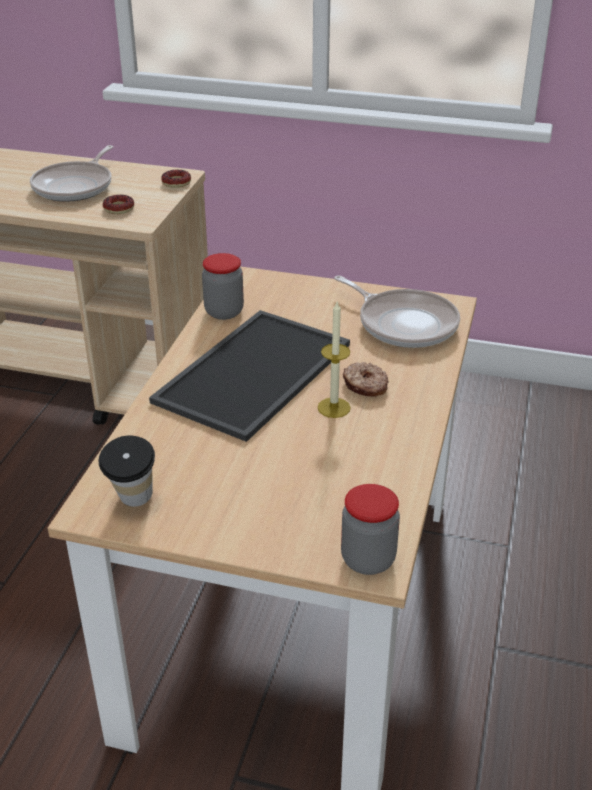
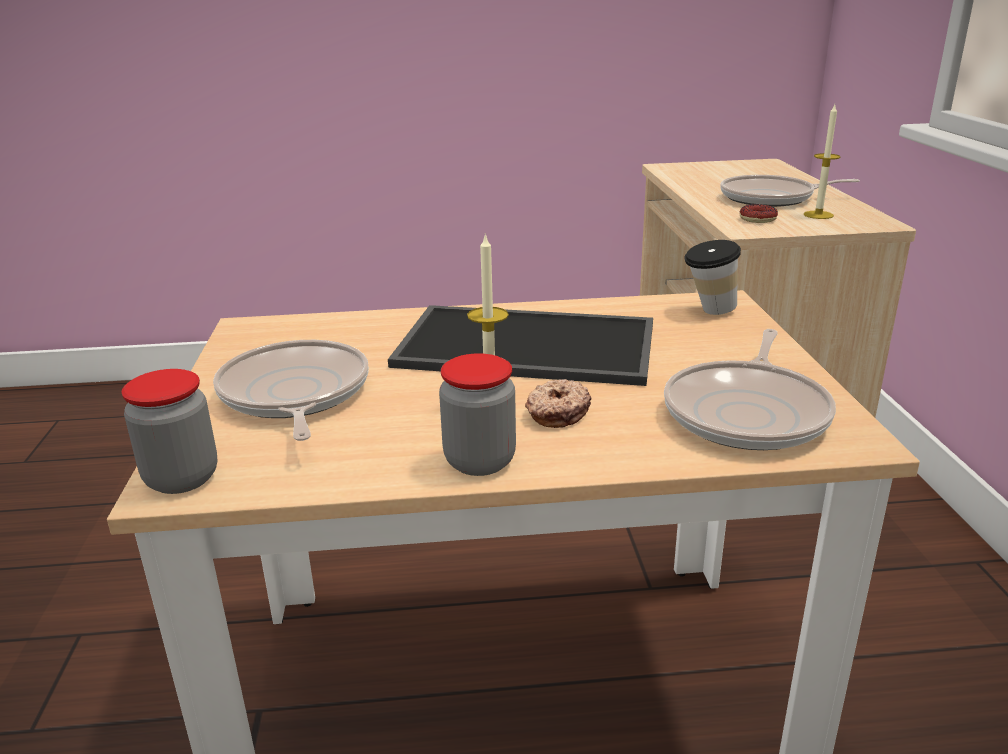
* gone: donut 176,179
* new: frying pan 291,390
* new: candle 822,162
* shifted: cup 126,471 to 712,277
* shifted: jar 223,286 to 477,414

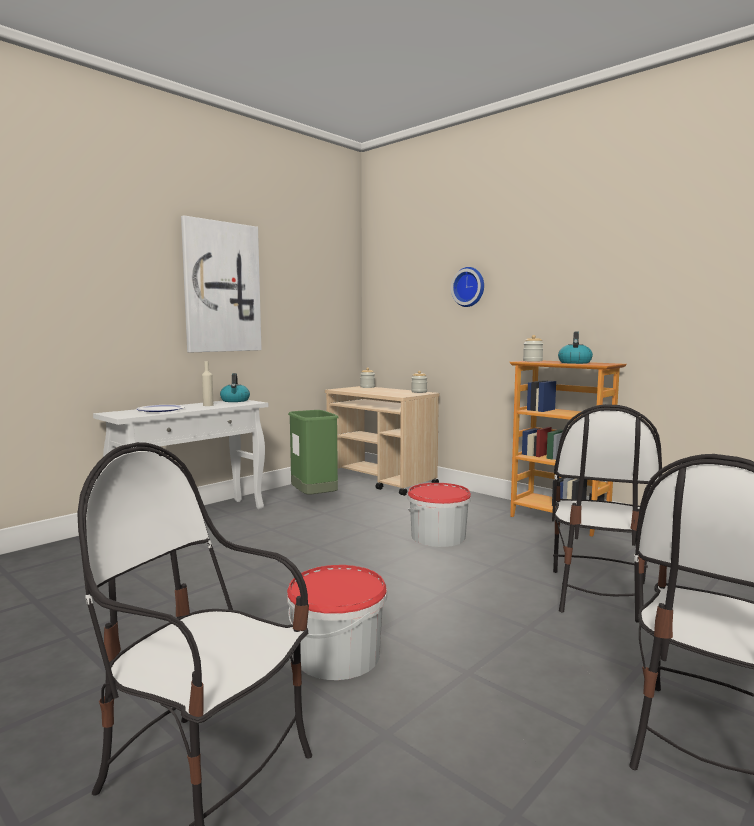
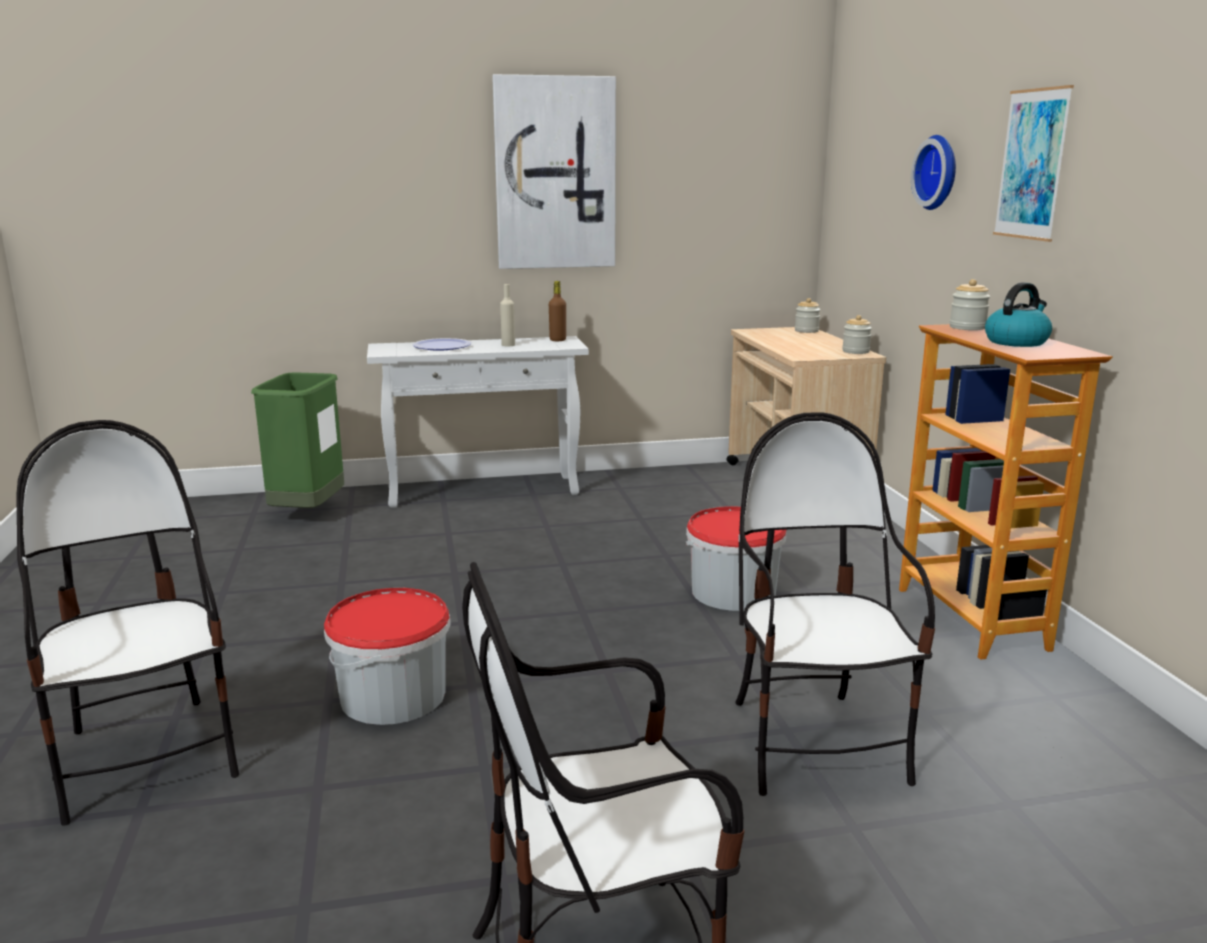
* new: picture 1033,163
* shifted: green trash can 313,452 to 297,440
* swapped: kettle 235,387 to brown bottle 557,311
* rotated: chair 607,508 = 835,604 120 degrees clockwise

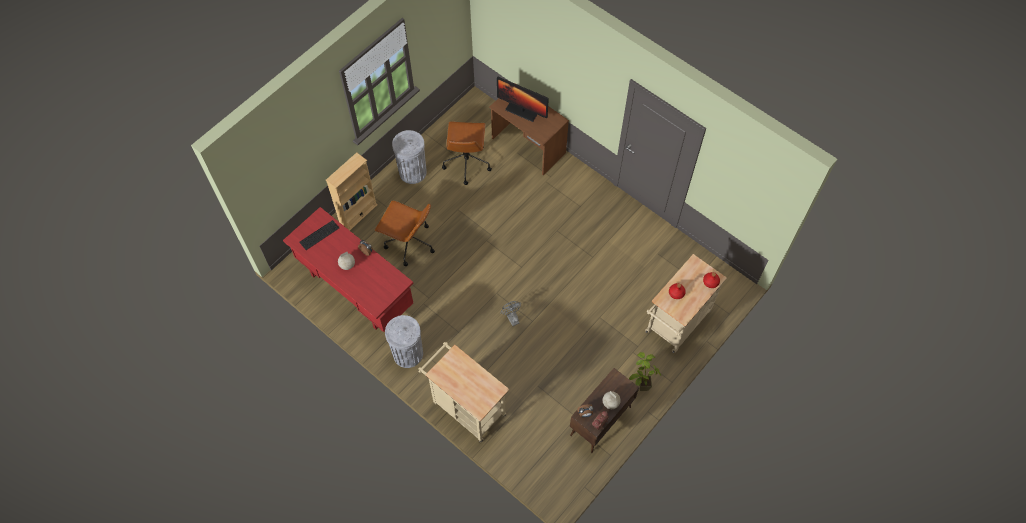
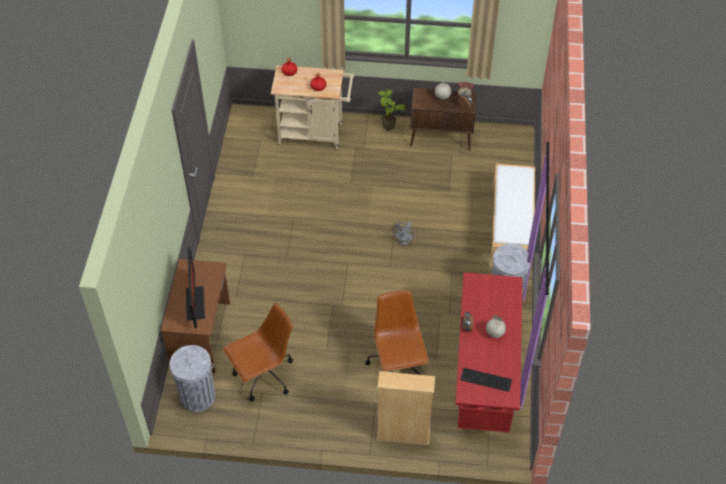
* shifted: grey trash can 409,157 to 192,378
* swapped: beige cart 463,392 to white bench 512,215

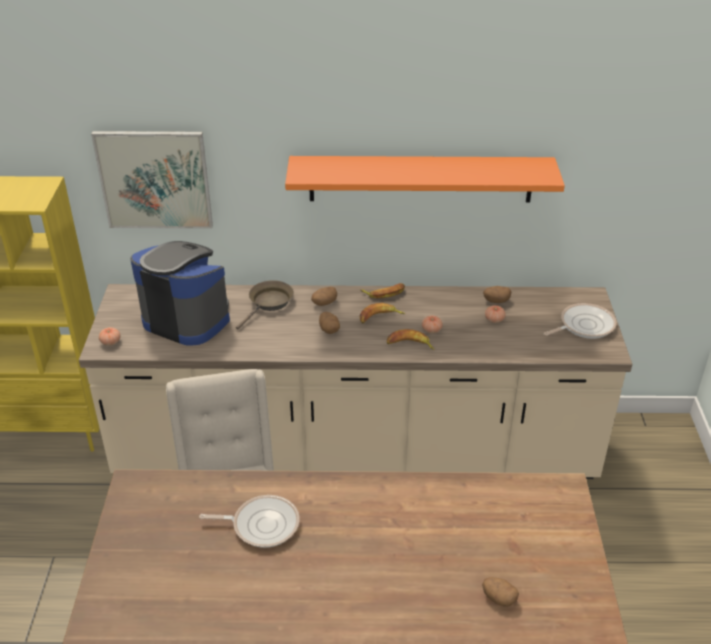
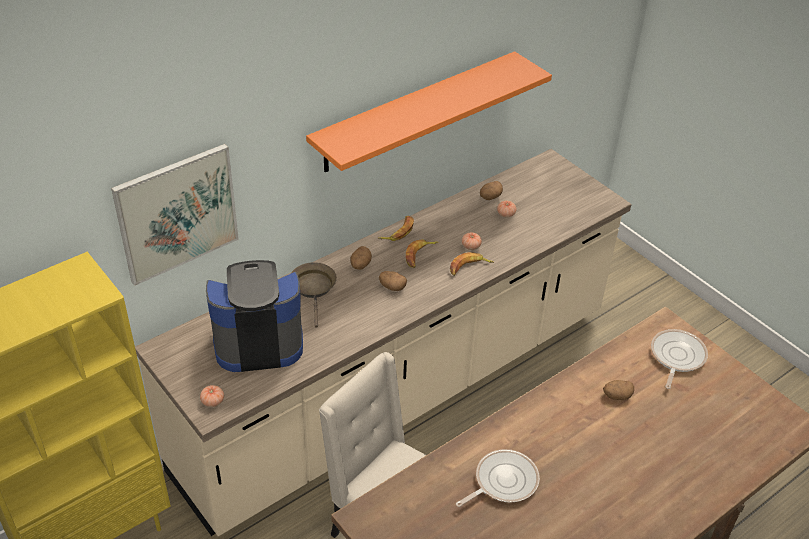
* shifted: potato 500,592 to 618,390
* shifted: frying pan 580,321 to 679,359

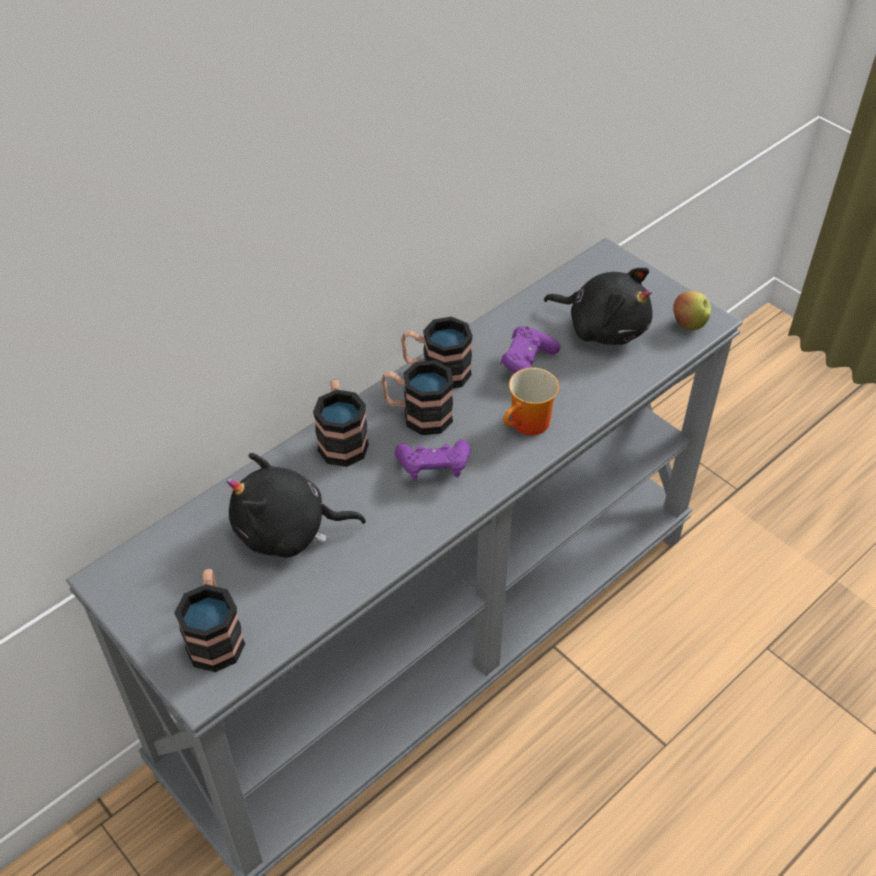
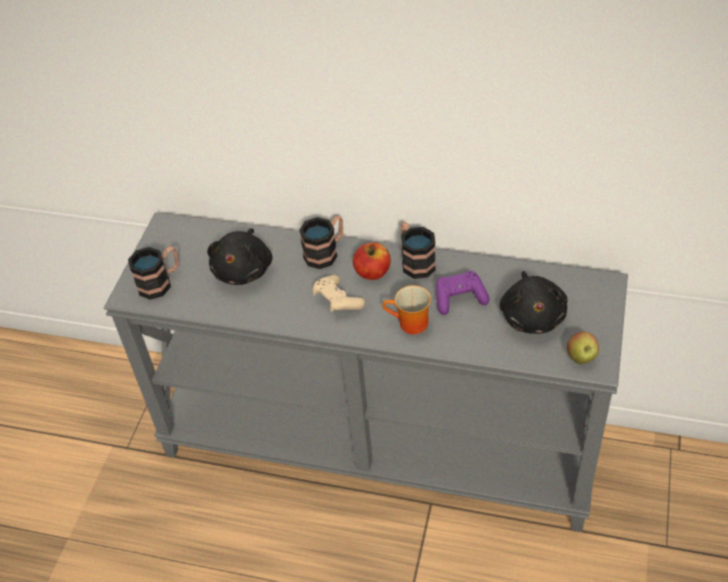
* swapped: mug 417,397 to apple 372,261
* repainted: purple game controller 432,460 to beige game controller 339,293
* rotated: black plush toy 296,505 = 240,256 135 degrees counterclockwise

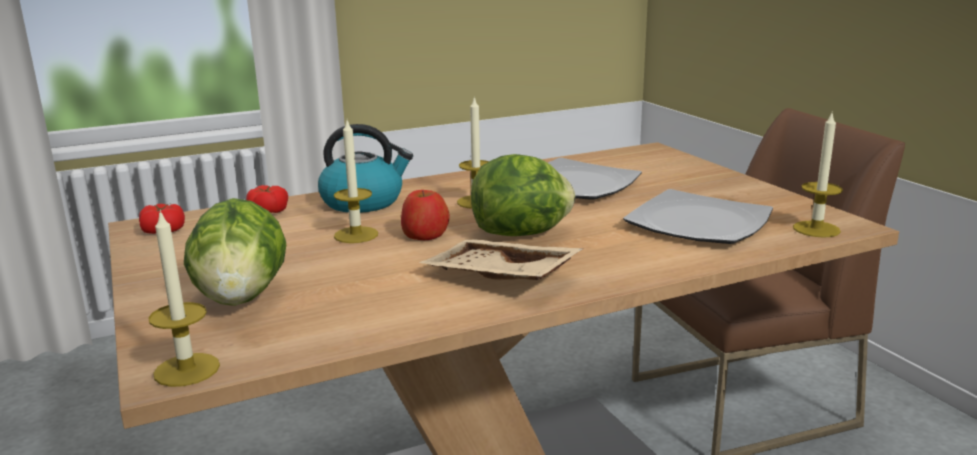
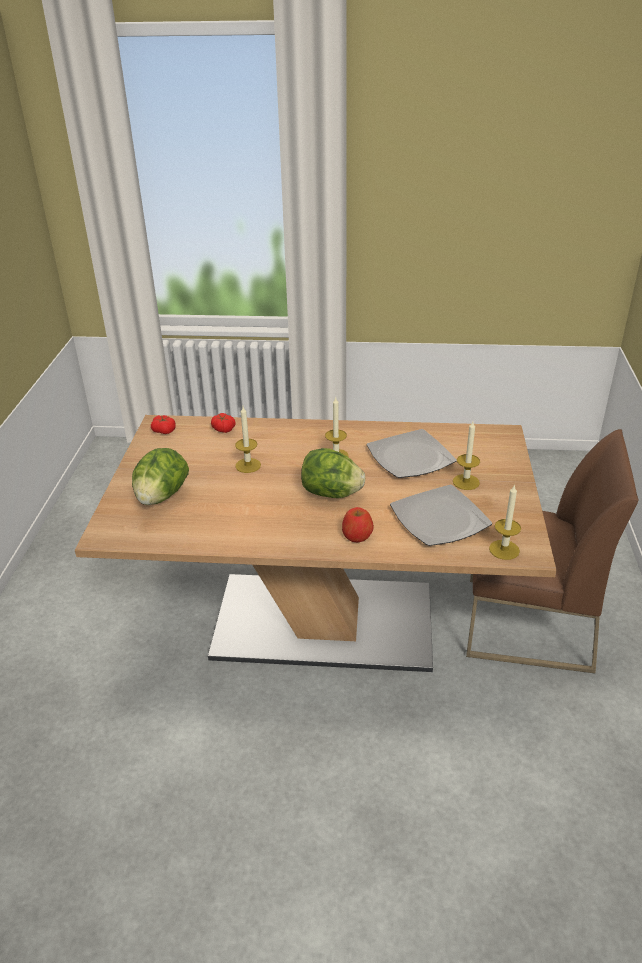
* gone: kettle 365,168
* gone: beige tray 501,259
* shifted: candle 184,298 to 466,455
* shifted: apple 425,215 to 358,524

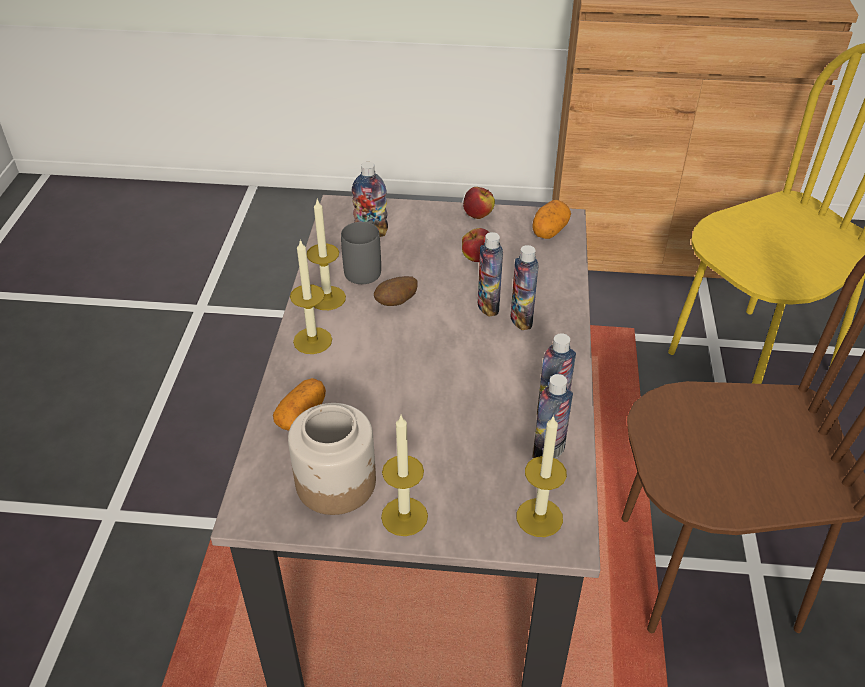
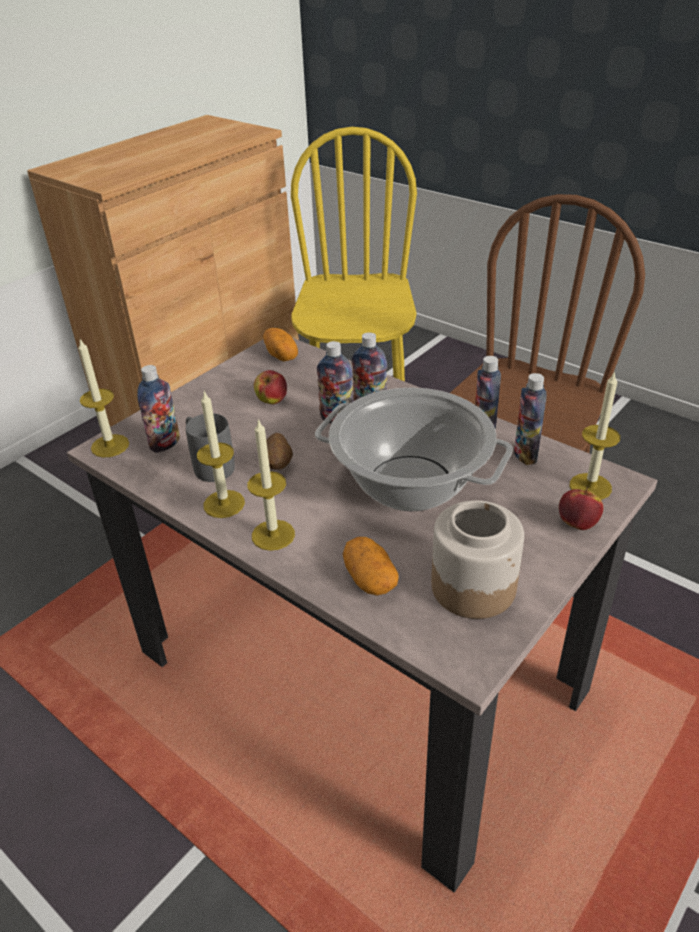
* new: cooking pot 414,449
* shifted: candle 404,476 to 103,398
* shifted: apple 479,203 to 581,508

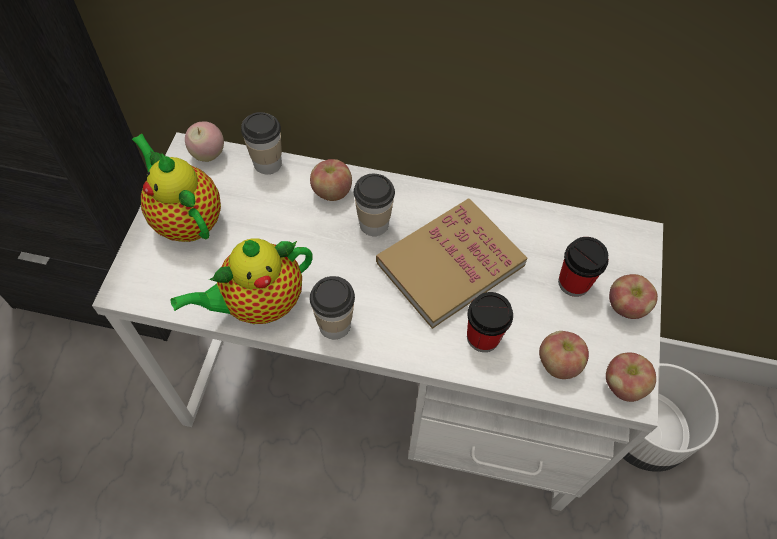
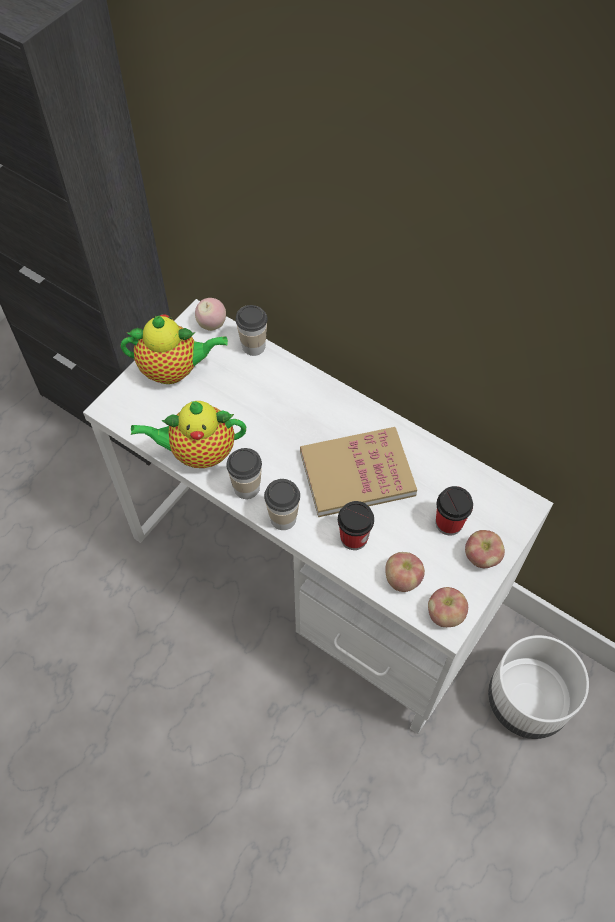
* gone: apple 331,180
* shifted: cup 374,205 to 282,504
* rotated: teapot 176,188 = 174,349 105 degrees clockwise

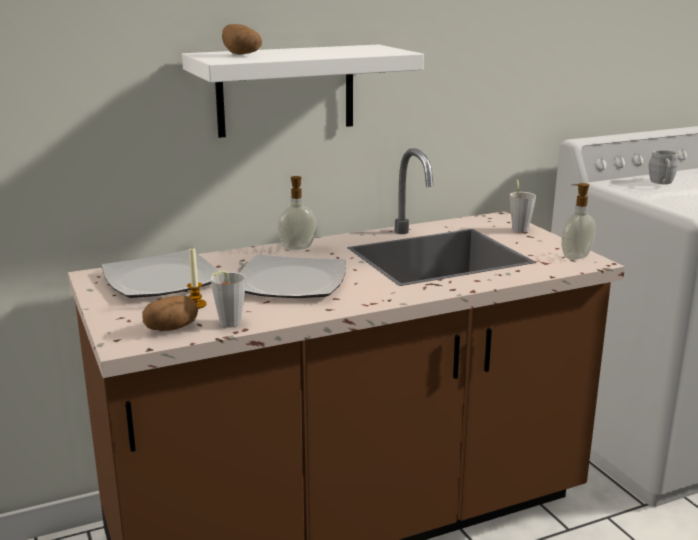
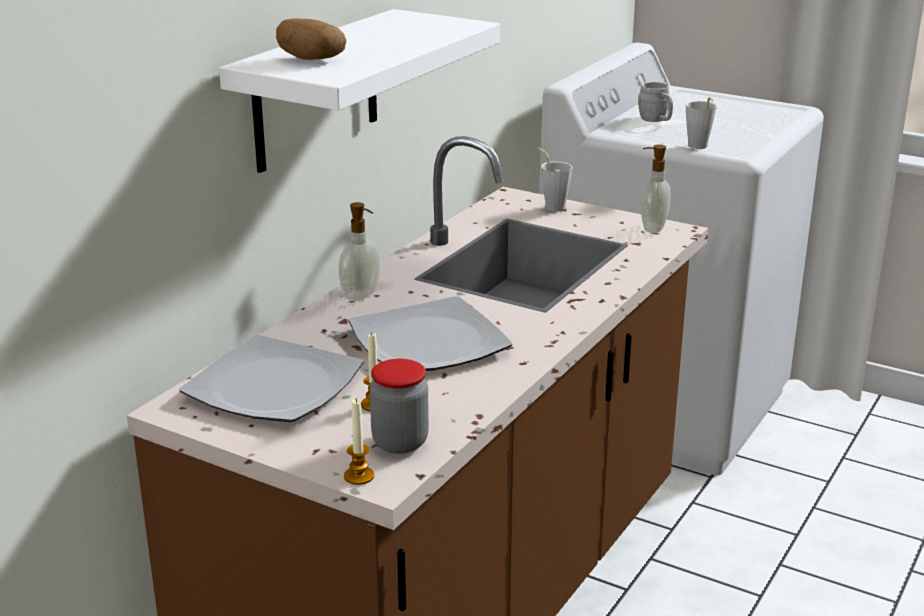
* new: candle 359,441
* shifted: grey cup 228,299 to 701,123
* swapped: potato 170,313 to jar 399,406

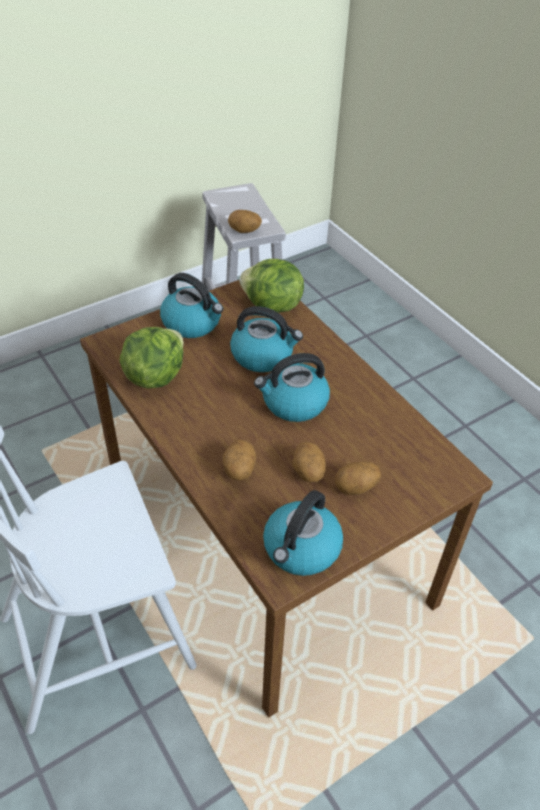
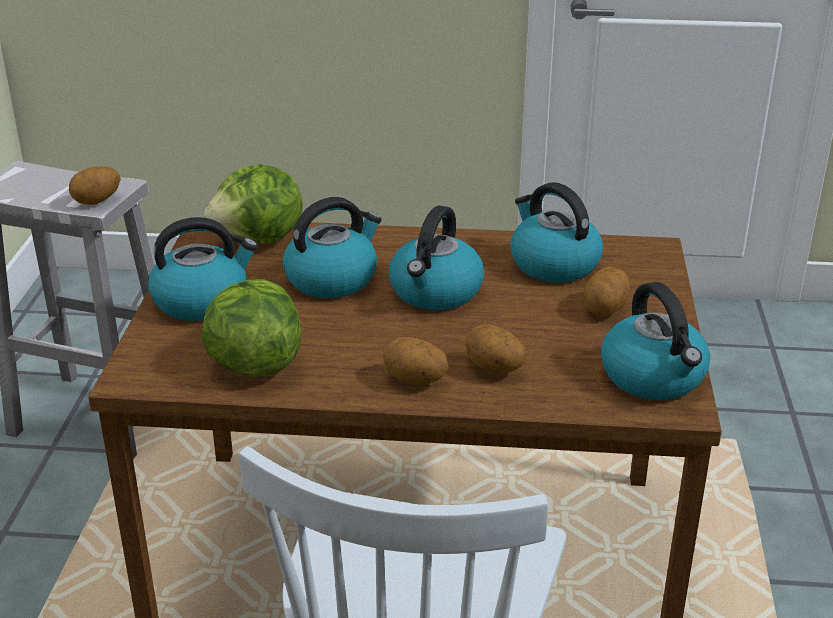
* new: kettle 557,232
* shifted: potato 309,462 to 416,361

